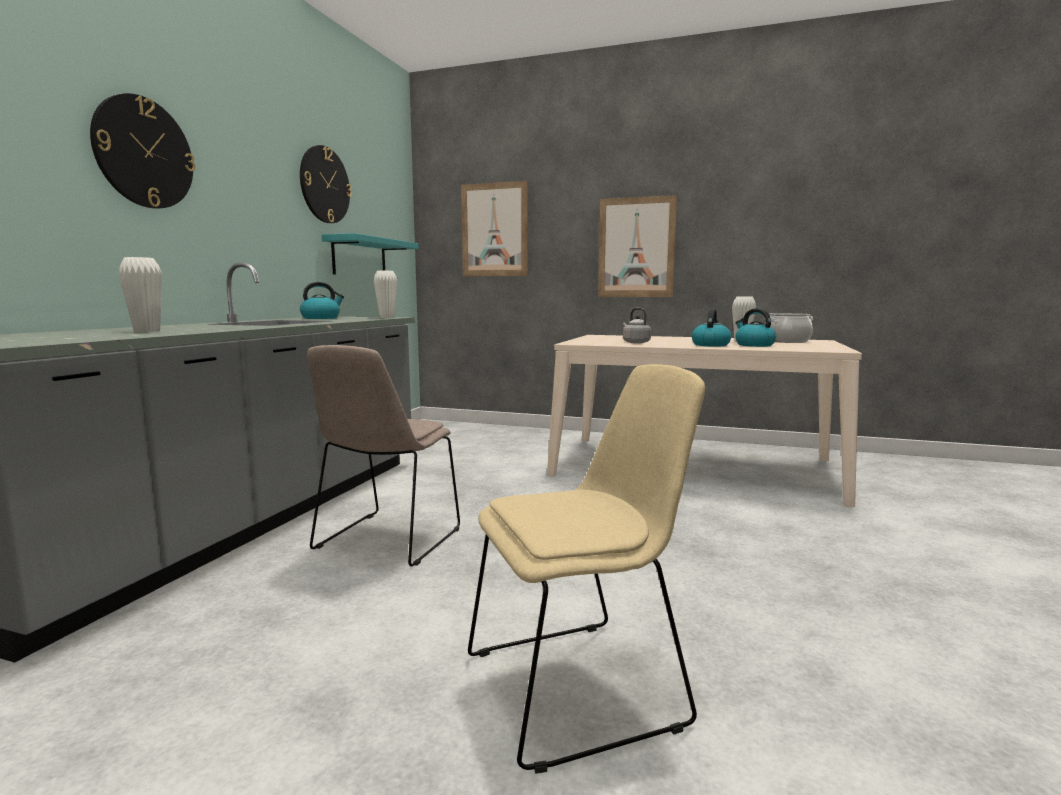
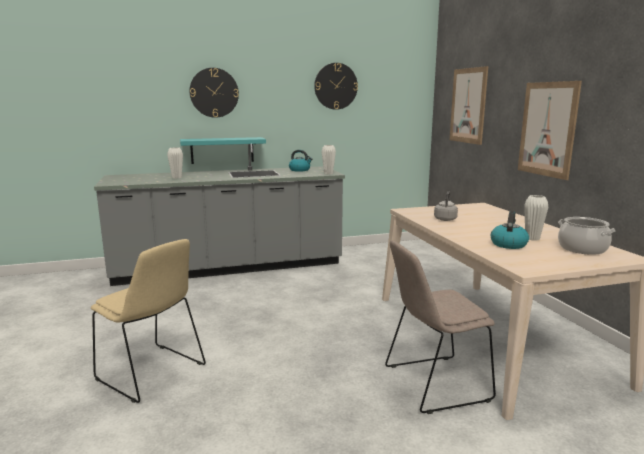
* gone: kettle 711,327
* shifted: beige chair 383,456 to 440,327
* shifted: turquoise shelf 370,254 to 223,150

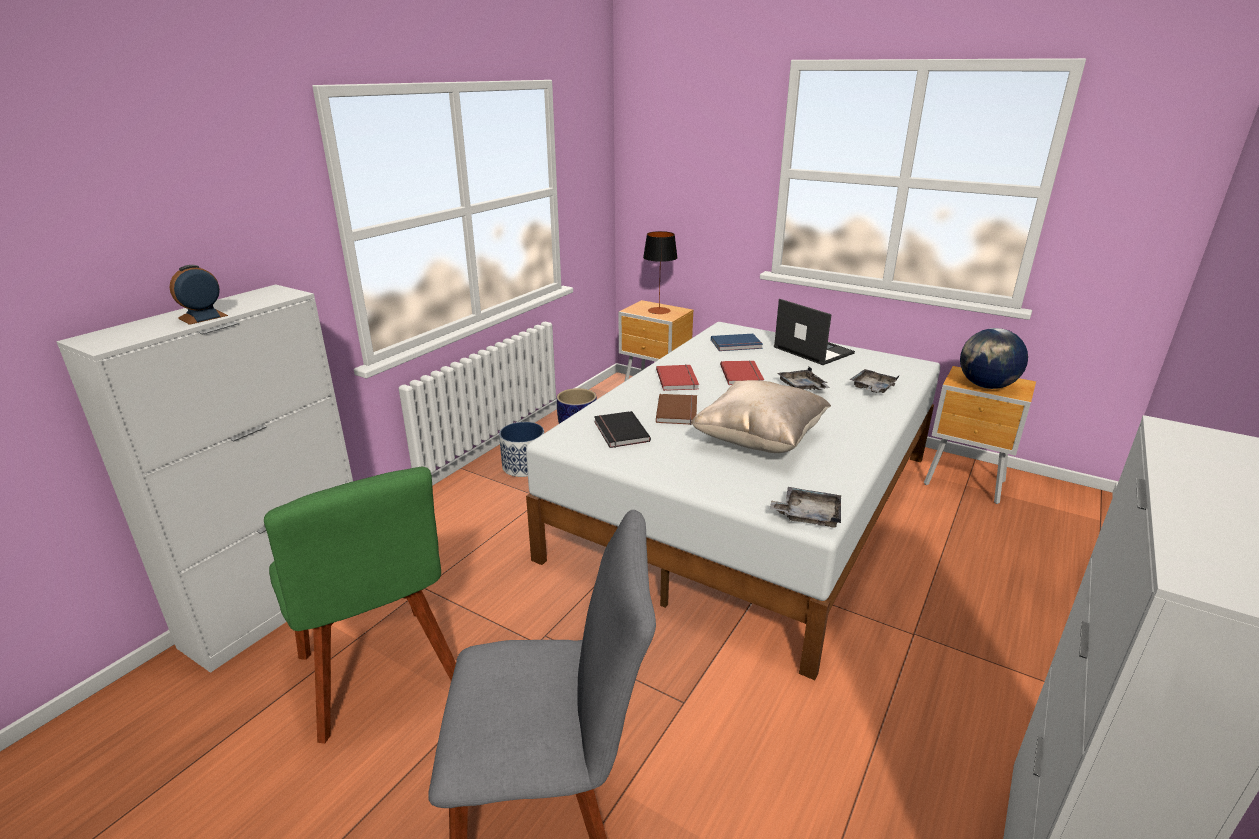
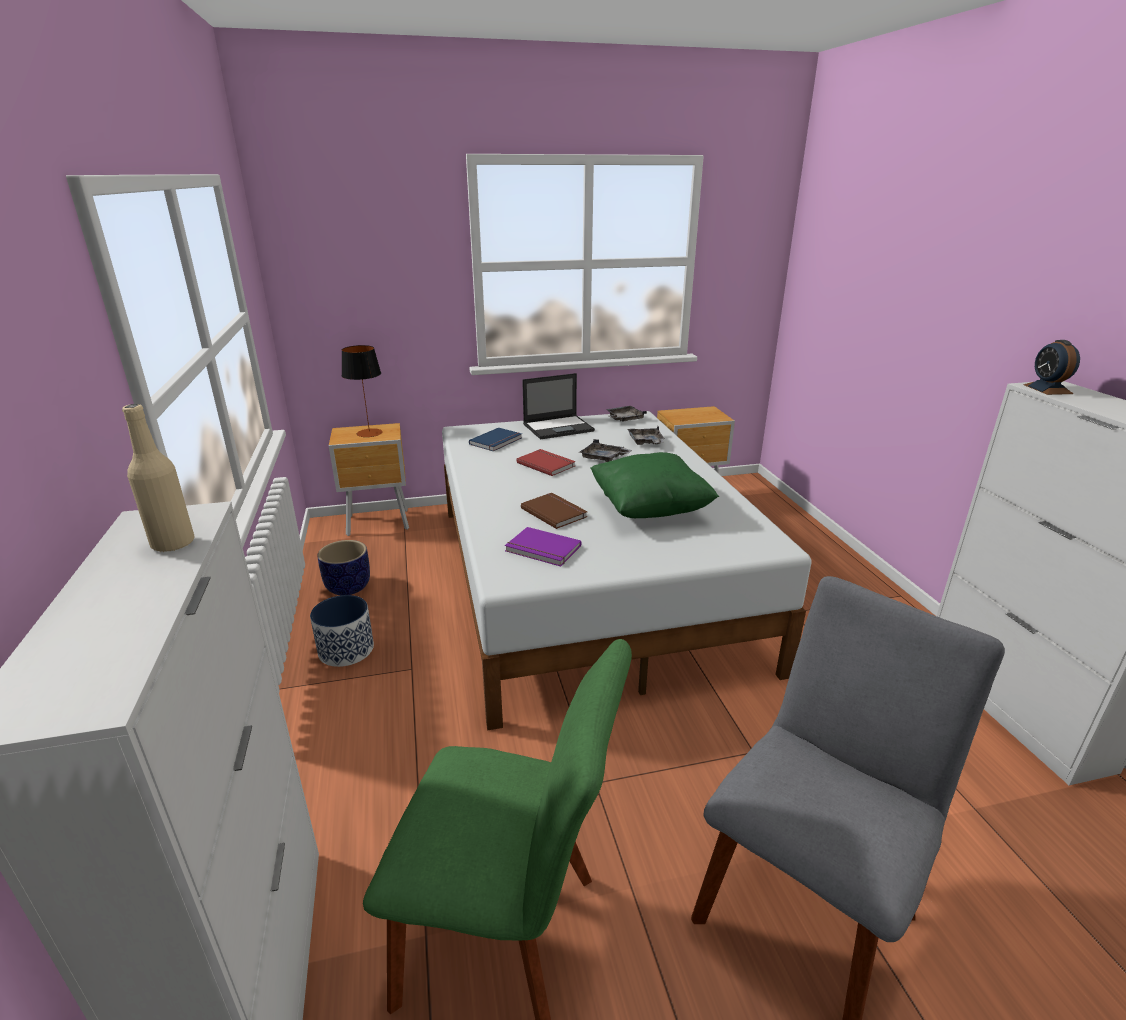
* gone: red book 677,378
* gone: globe 994,358
* new: beige bottle 158,478
* shifted: alarm clock 199,295 to 1052,367
* shifted: grey tray 805,507 to 626,413
* repainted: black book 622,429 to purple book 543,547
* repainted: beige pillow 761,416 to green pillow 655,485
* rotated: laptop 814,332 = 558,406 150 degrees clockwise

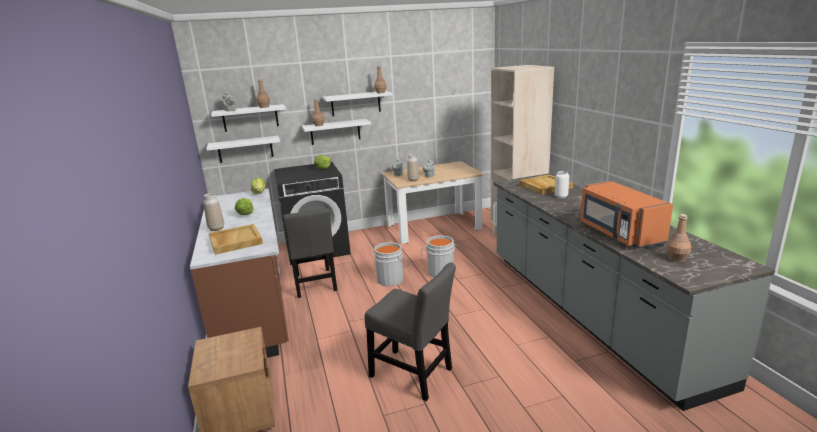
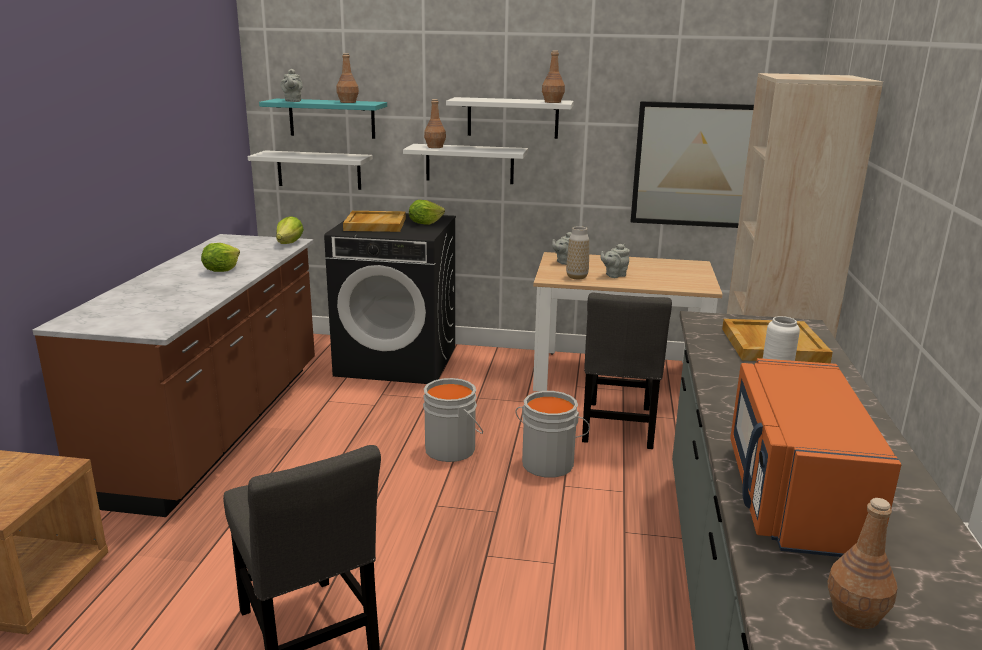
* gone: vase 213,212
* new: picture 692,164
* shifted: beige tray 236,239 to 374,221
* shifted: grey chair 310,253 to 627,371
* repainted: white shelf 248,118 to turquoise shelf 323,119

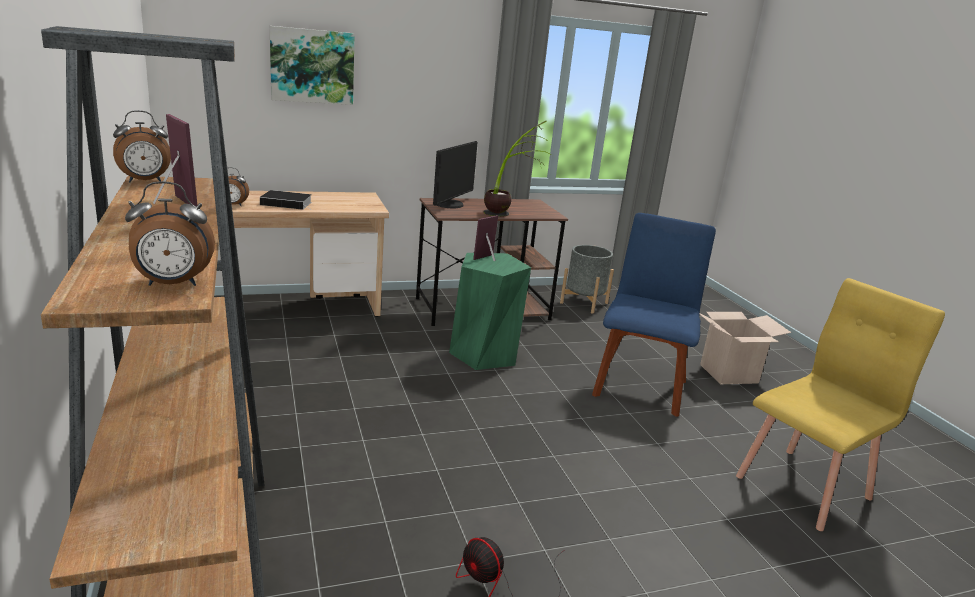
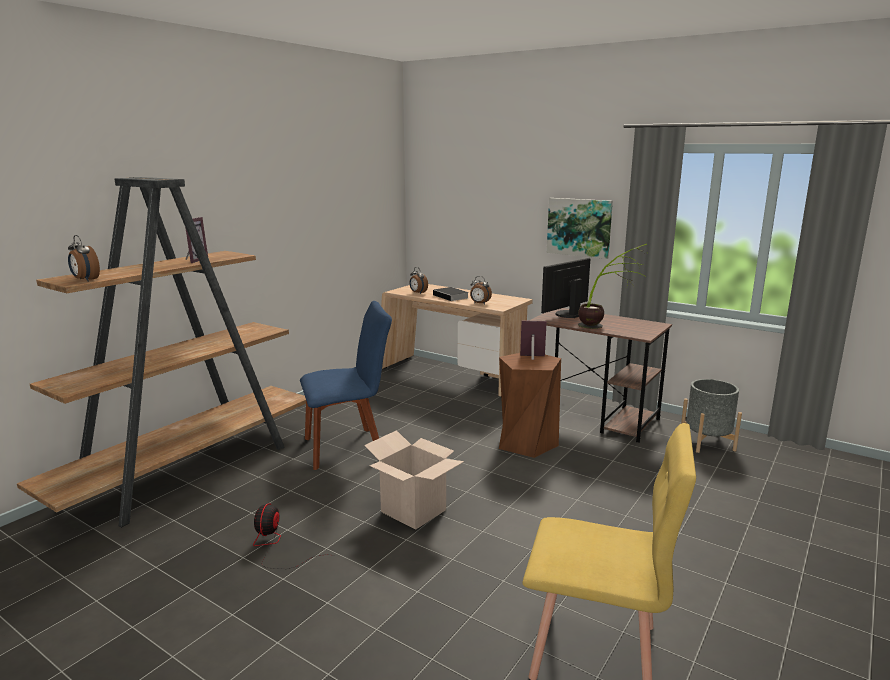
* shifted: alarm clock 142,146 to 481,290
* shifted: picture 312,65 to 580,228
* shifted: blue chair 654,315 to 346,385
* shifted: cardboard box 745,348 to 414,480
* repainted: green stool 490,311 to brown stool 530,405
* rotated: monitor 455,174 = 565,288 150 degrees clockwise

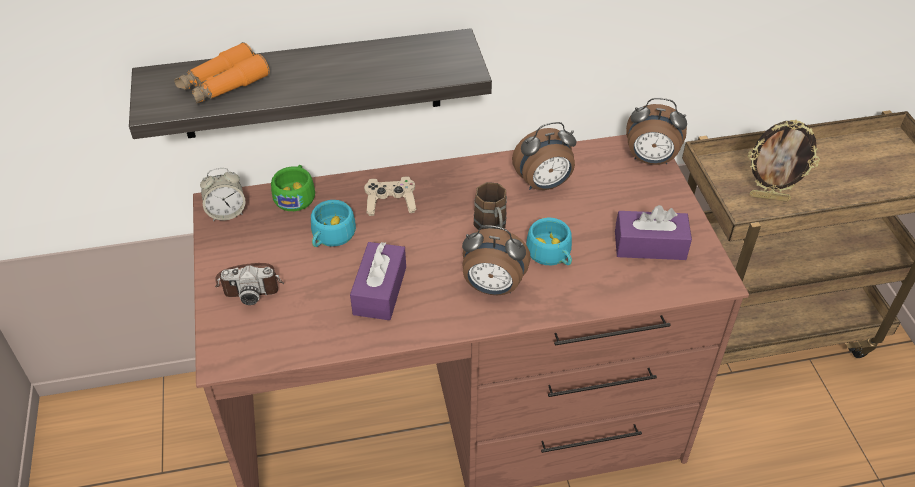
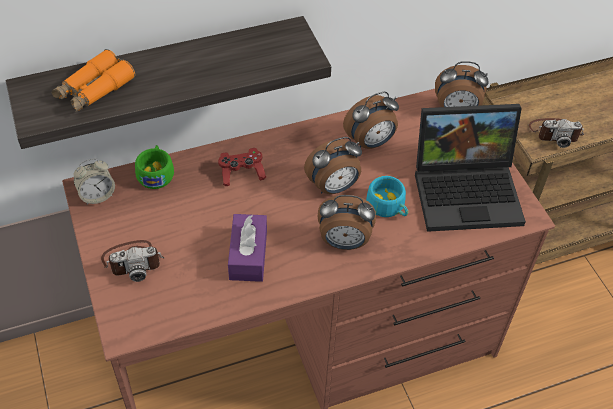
* gone: turquoise cup 333,223
* swapped: brown mug 490,206 to alarm clock 333,165
* swapped: purple tissue box 653,232 to laptop 470,168
* swapped: picture frame 784,161 to photo camera 556,133
* repainted: beige game controller 390,196 to red game controller 242,167

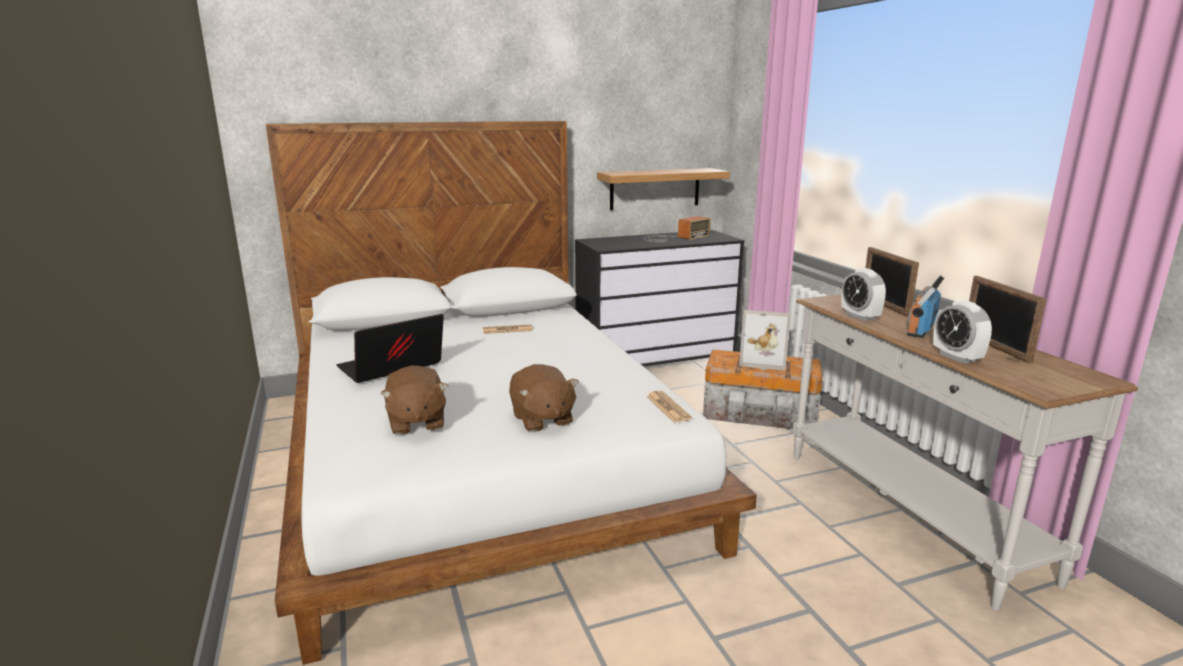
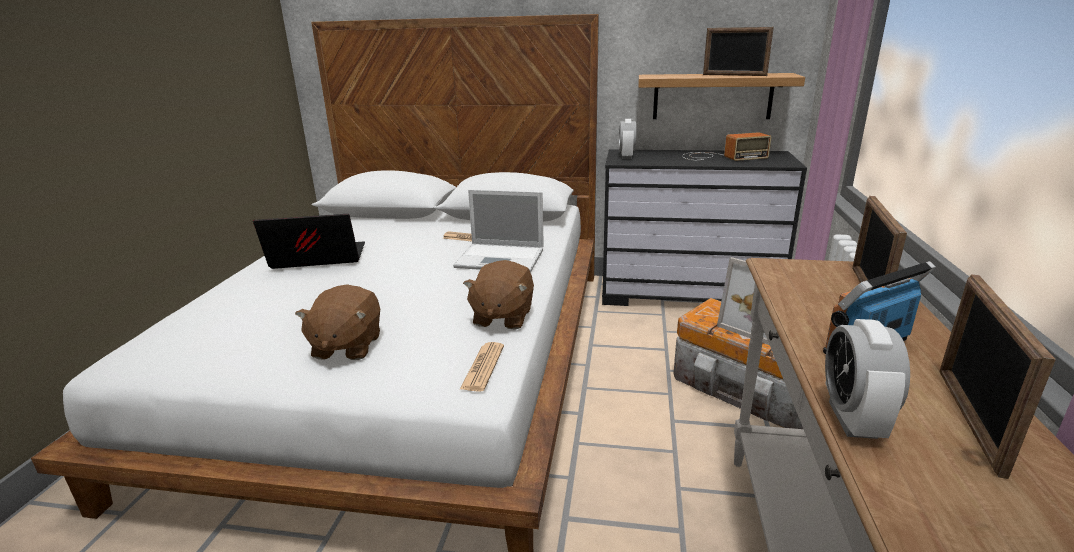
* new: laptop 498,231
* new: picture frame 738,51
* shifted: brown plush toy 414,400 to 498,294
* shifted: alarm clock 863,294 to 628,139

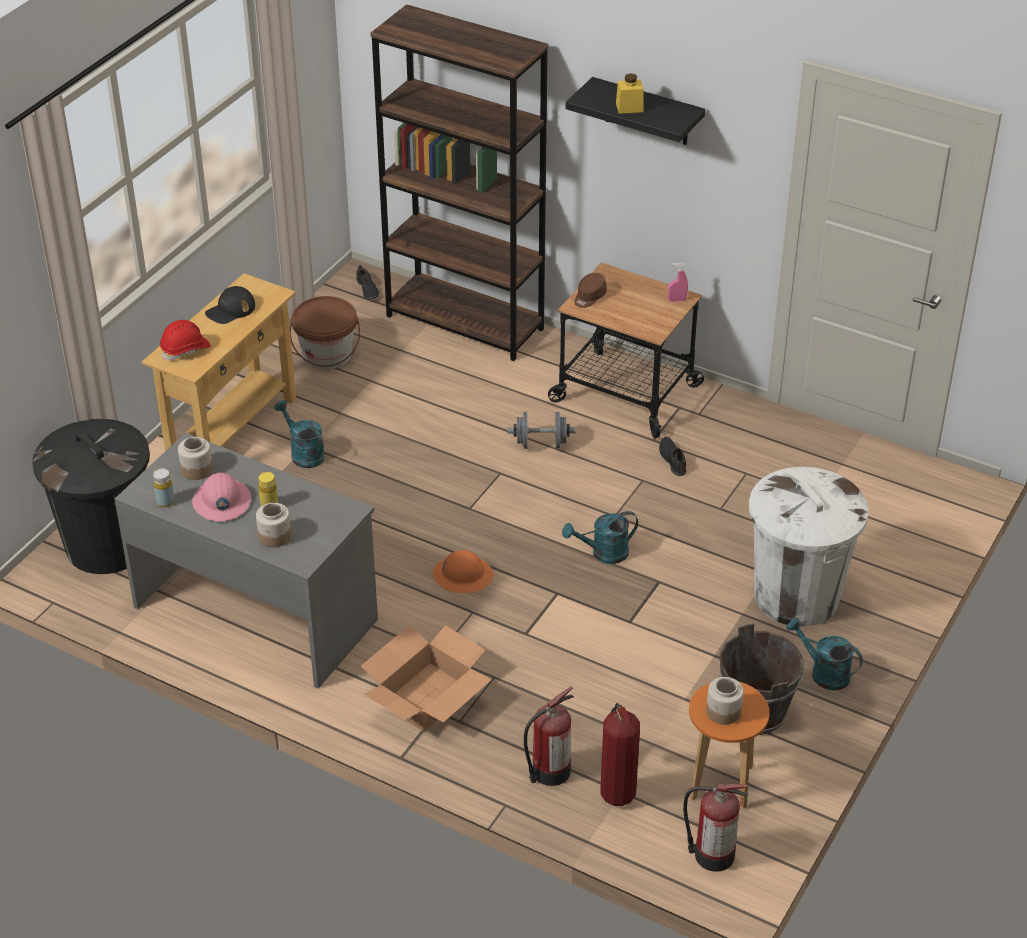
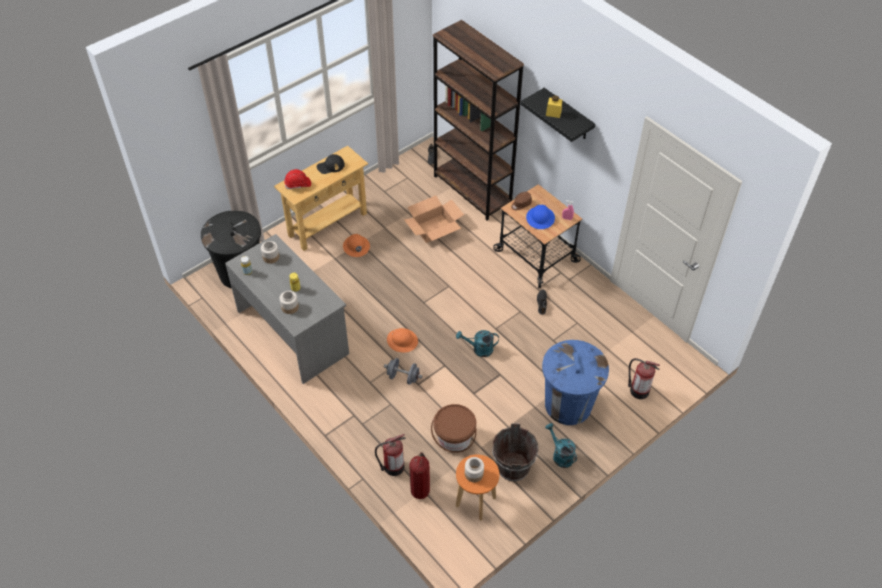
* gone: pink hard hat 221,497
* new: blue hard hat 540,217
* shifted: brown bucket 325,333 to 454,428
* shifted: cardboard box 426,678 to 434,219
* shifted: grey dumbbell 541,430 to 403,371
* shifted: fire extinguisher 715,828 to 644,378
* swapped: turquoise watering can 299,434 to orange hard hat 356,245
* repainted: white trash can 809,547 to blue trash can 575,382

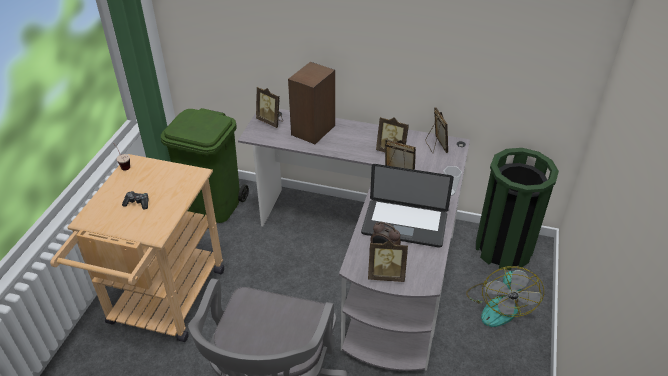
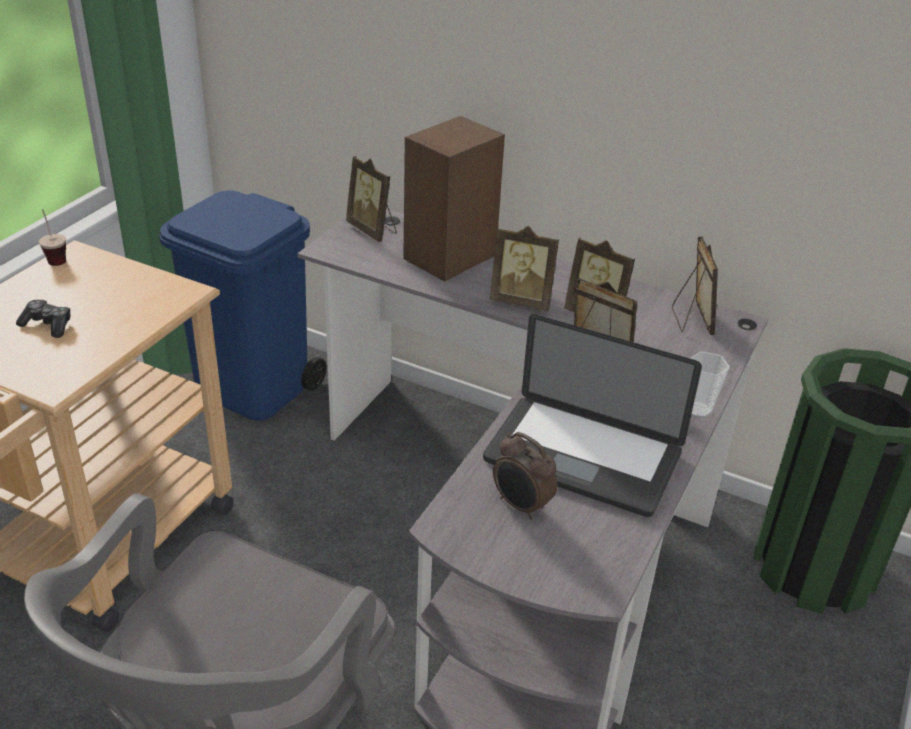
* gone: fan 505,296
* shifted: picture frame 388,261 to 524,268
* repainted: green trash can 205,165 to blue trash can 243,305

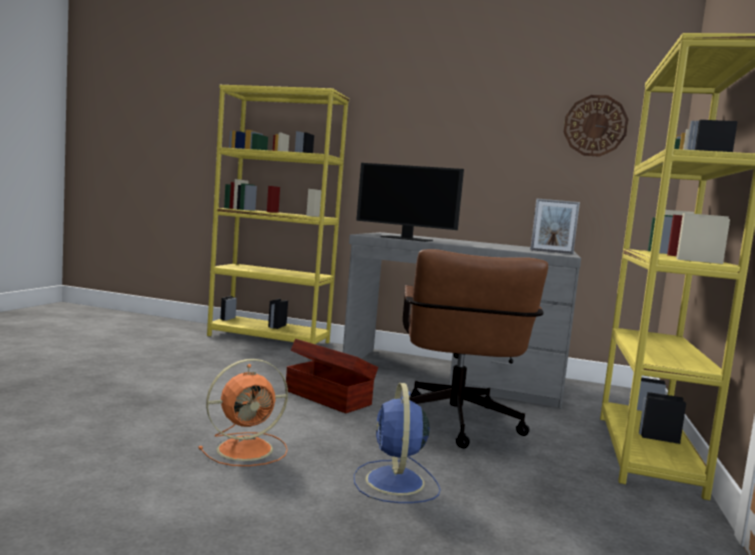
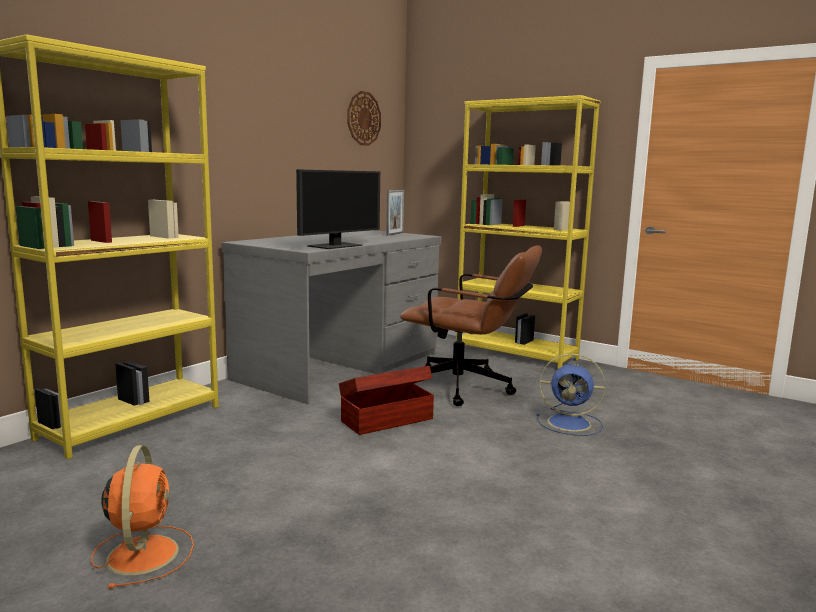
* shifted: orange fan 243,412 to 142,517

